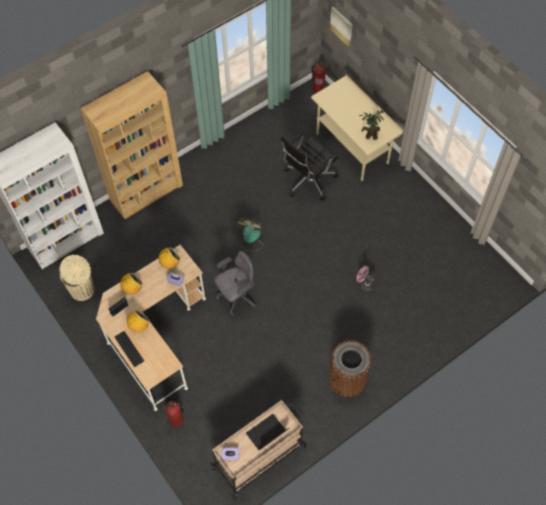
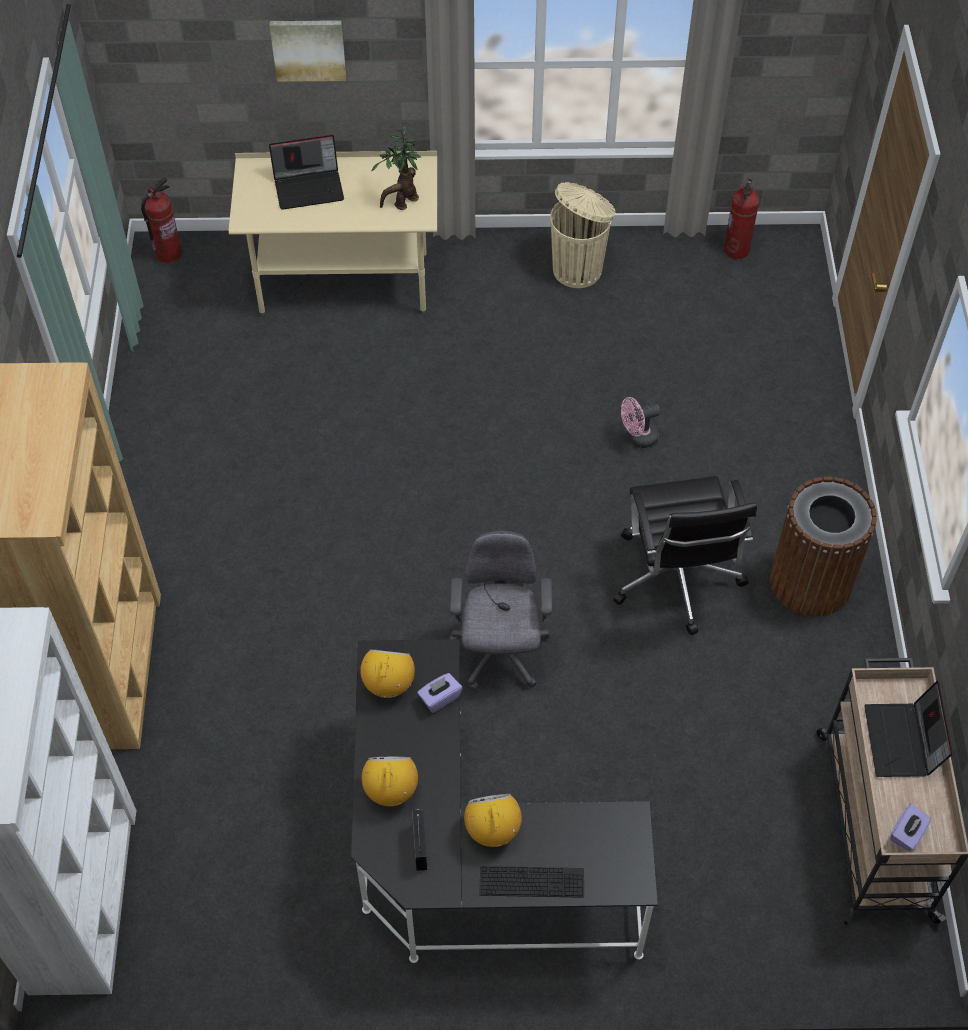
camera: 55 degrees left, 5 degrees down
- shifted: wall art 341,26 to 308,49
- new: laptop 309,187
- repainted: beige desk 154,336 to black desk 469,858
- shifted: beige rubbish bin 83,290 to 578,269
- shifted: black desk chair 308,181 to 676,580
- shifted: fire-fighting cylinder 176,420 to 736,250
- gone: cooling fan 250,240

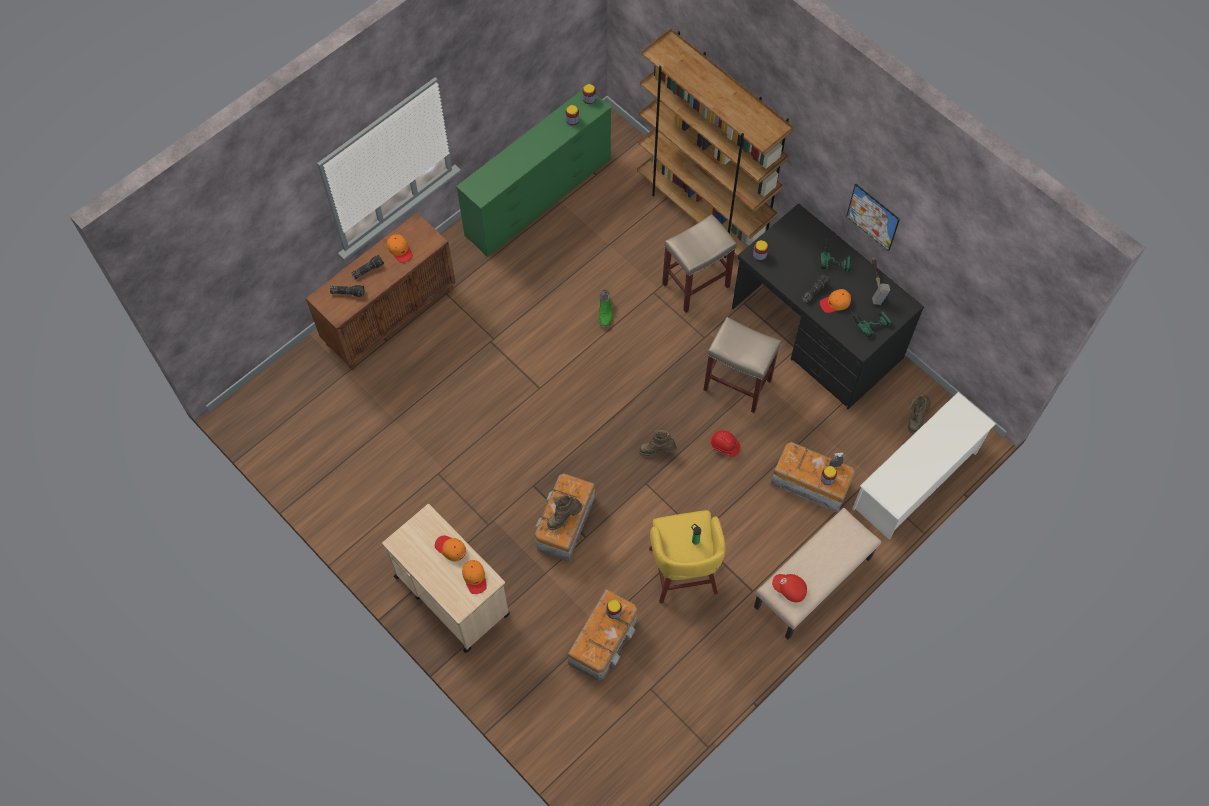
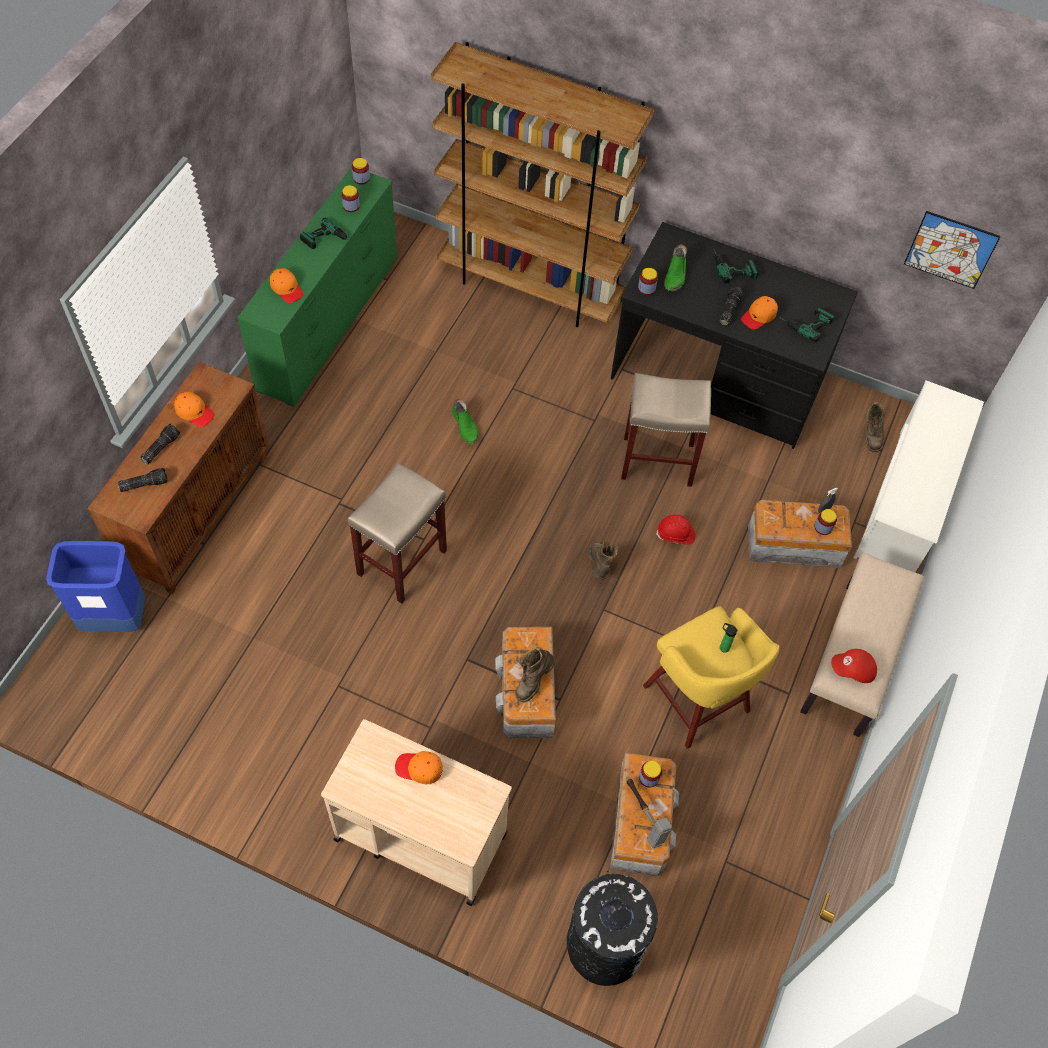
camera: 25 degrees left, 5 degrees down
- new: bluish rubbish bin 115,618
- shifted: orange-coloured baseball cap 475,577 to 287,288
- new: drill 327,241
- shifted: beige stool seat 696,284 to 402,561
- new: black rubbish bin 604,945
- rotated: brownish high-top boot 657,450 = 599,566 105 degrees clockwise
- shifted: hand hammer 876,285 to 644,815
- new: green high-top boot 675,275
- shifted: wall art 872,217 to 950,249

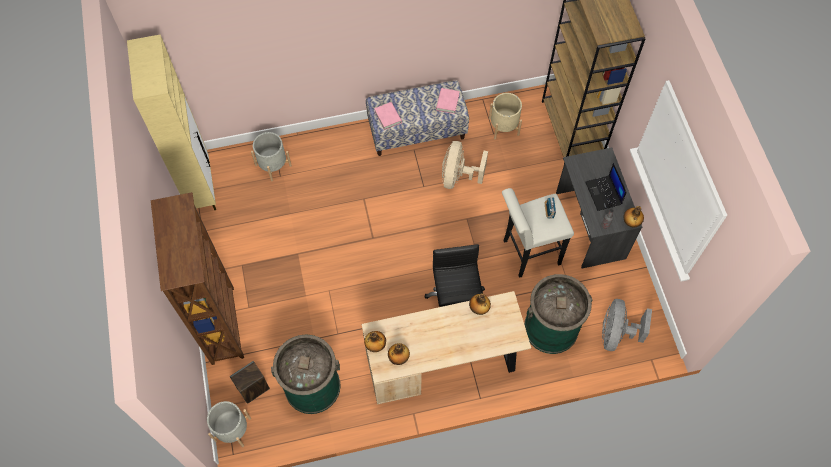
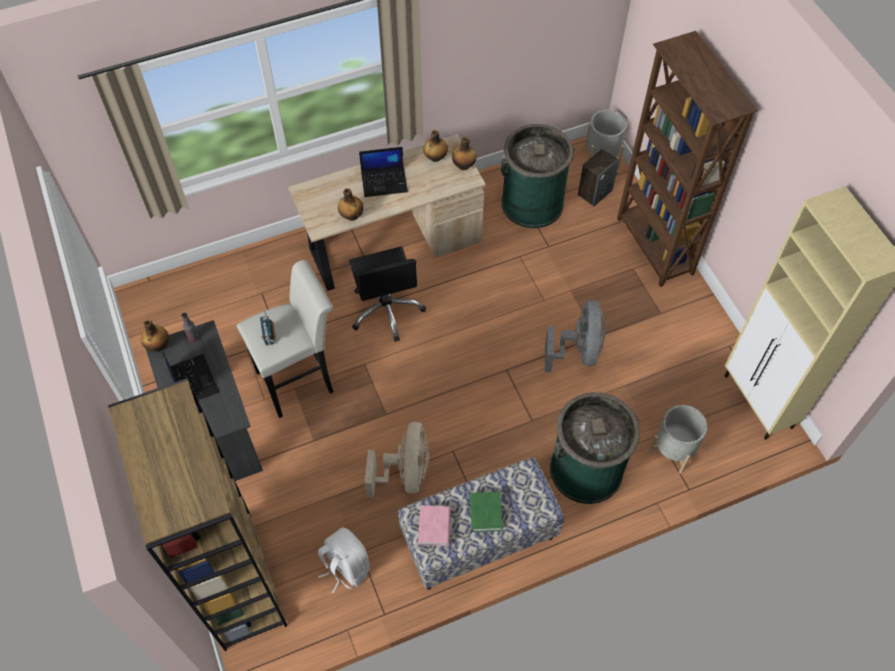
camera: 170 degrees right, 5 degrees down
- swapped: beige flower pot 504,126 to whitish knapsack 345,568
- new: laptop 385,181
- new: green volume 485,513
- shifted: grey cooling fan 616,333 to 578,351
- shifted: green rubbish bin 551,328 to 586,469
- gone: pink volume 388,117

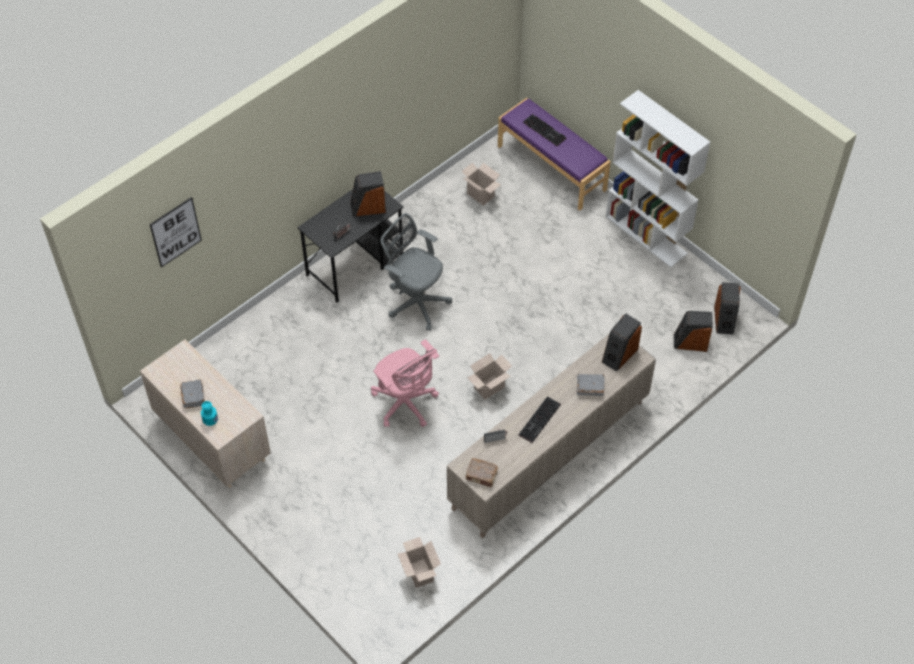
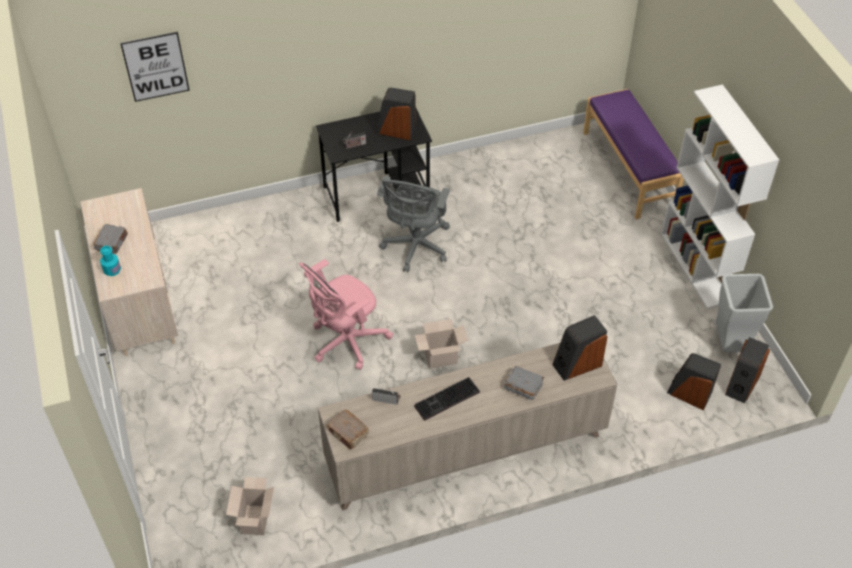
camera: 25 degrees right, 5 degrees down
- rotated: pink desk chair 406,404 = 346,342 60 degrees clockwise
- rotated: grey desk chair 415,301 = 415,247 135 degrees counterclockwise
- new: grey rubbish bin 730,344
- gone: packing box 481,195
- gone: PC keyboard 545,130

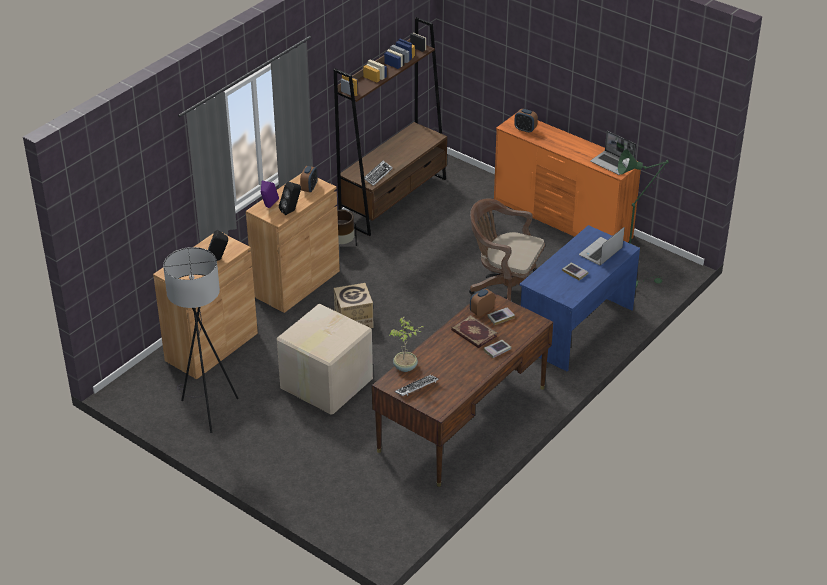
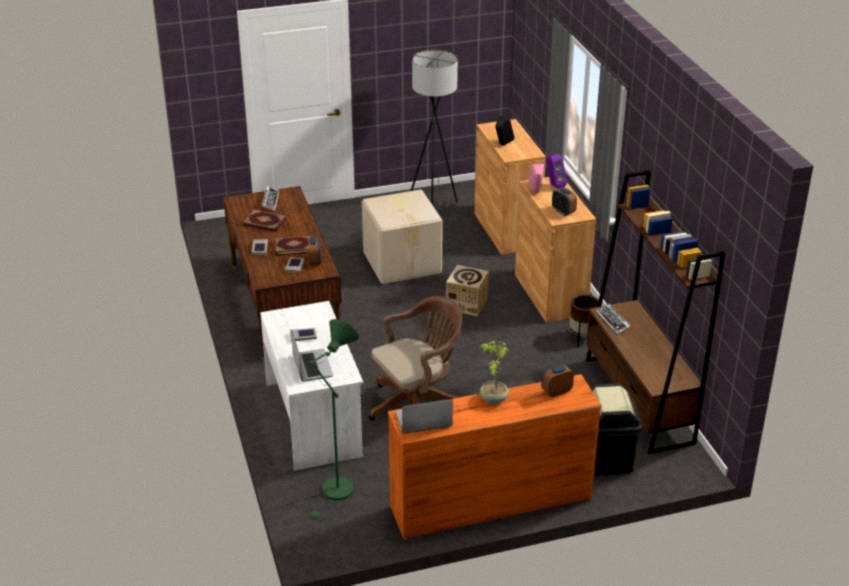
camera: 125 degrees right, 5 degrees down
- new: volume 264,223
- repainted: bluish desk 575,327 to whitish desk 314,419
- shifted: houseplant 405,367 to 493,399
- repainted: black speaker 291,211 to pink speaker 536,193
- new: black rubbish bin 607,459

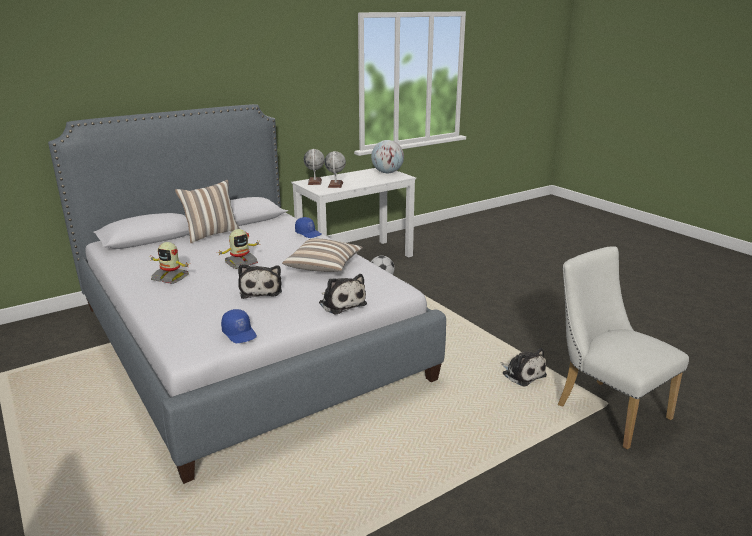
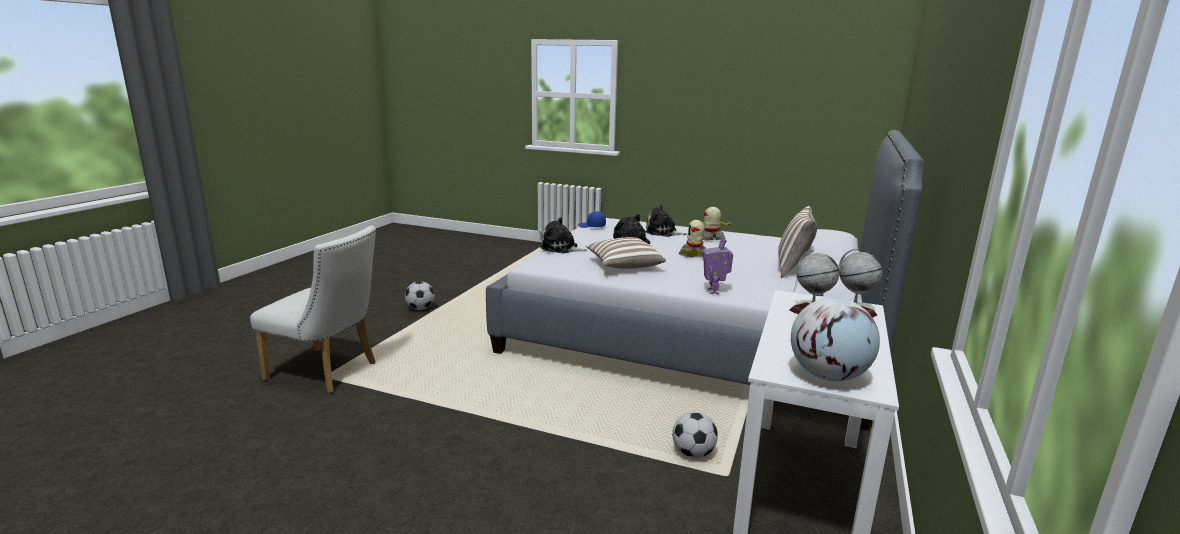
camera: 145 degrees right, 5 degrees down
- new: football 420,308
- shifted: soft toy 522,374 to 663,232
- swapped: bluish baseball cap 308,233 to robot figure 714,291

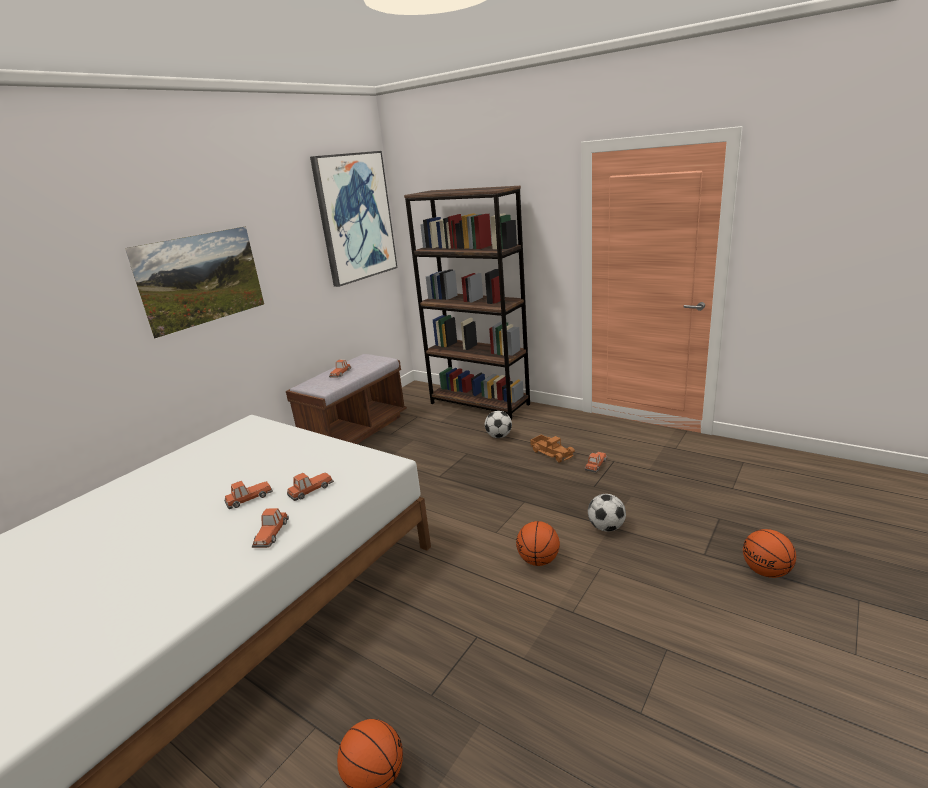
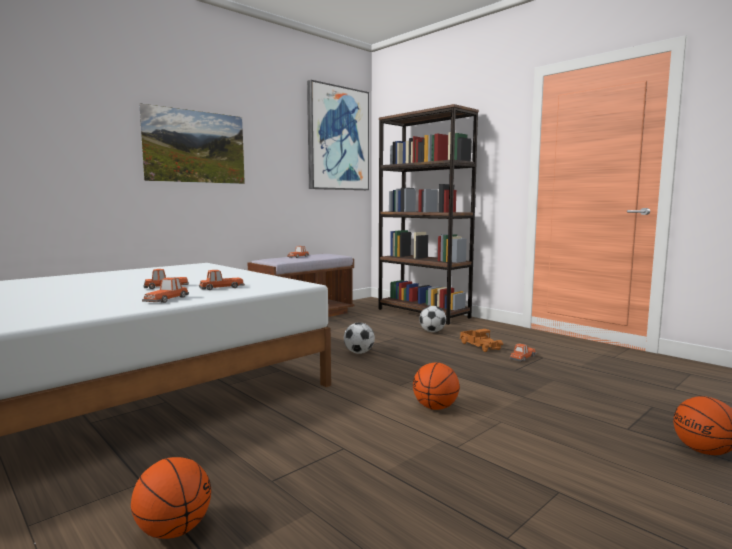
camera: 10 degrees right, 15 degrees down
- shifted: football 606,527 to 359,353

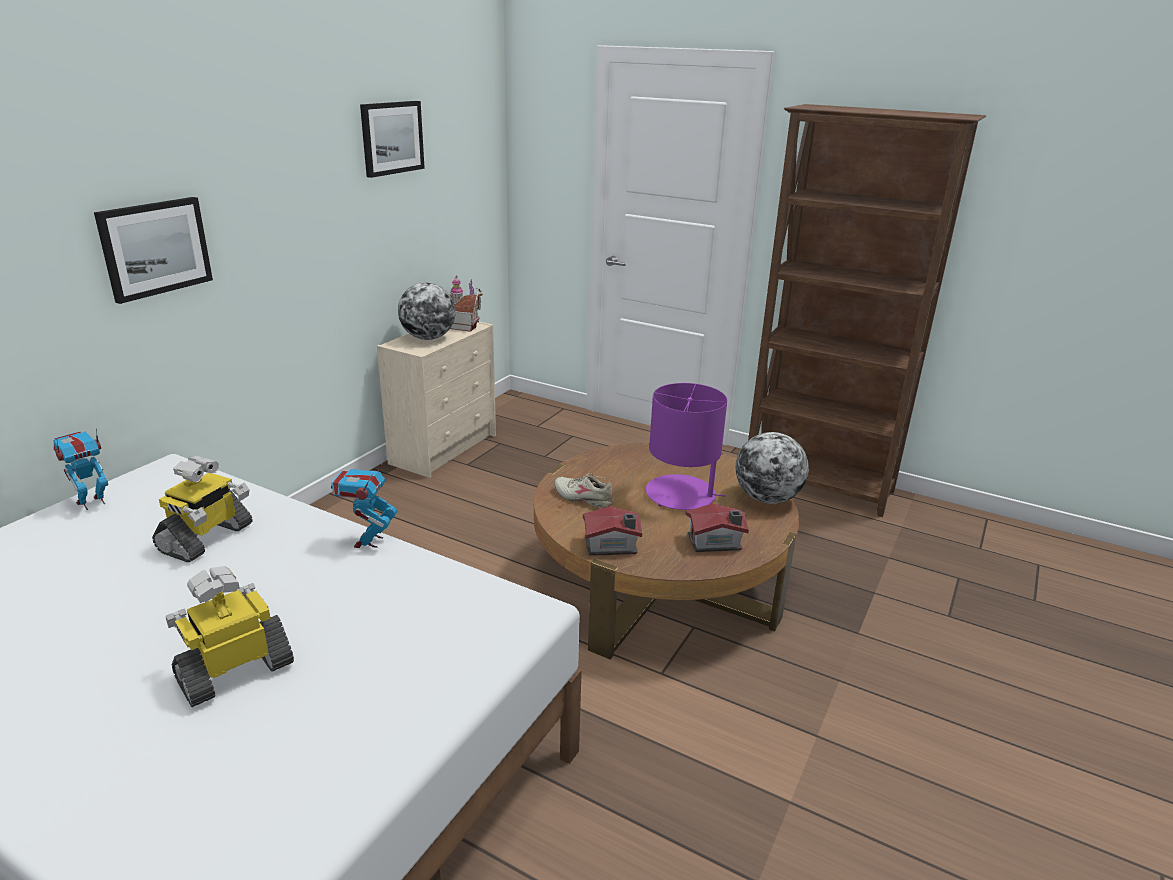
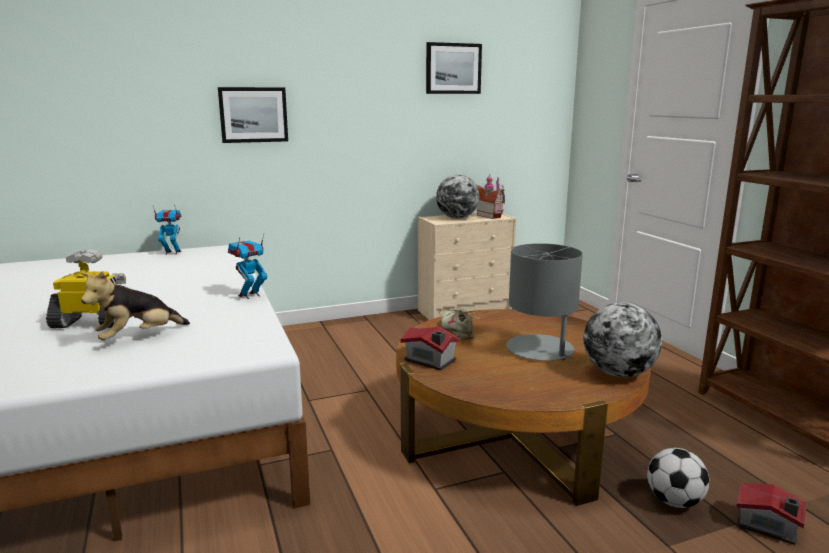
camera: 40 degrees right, 10 degrees down
- new: soft toy 138,337
- repainted: purple table lamp 681,494 to grey table lamp 540,350
- new: football 674,501
- shifted: miniature house 716,543 to 768,527
- gone: robot figure 207,539

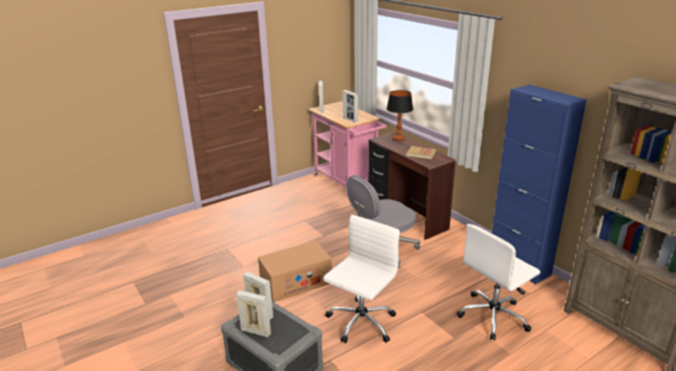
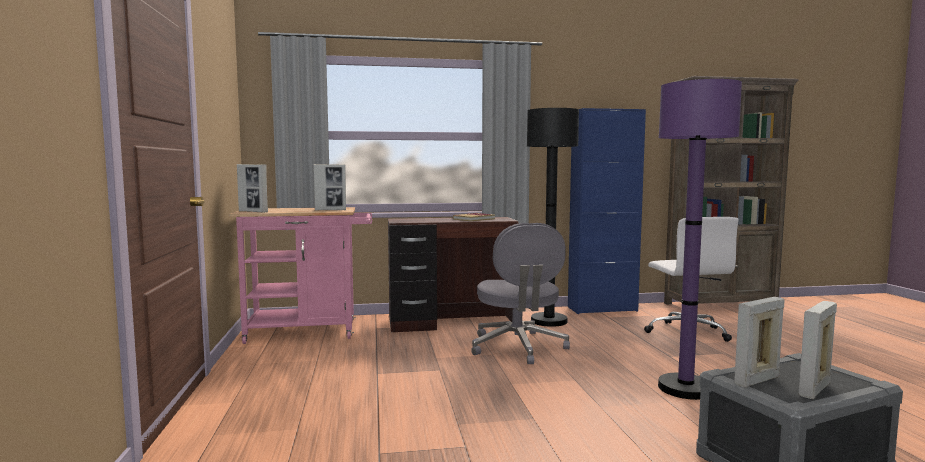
camera: 65 degrees left, 20 degrees down
- new: black standard lamp 549,321
- swapped: whitish desk chair 360,323 to purple standard lamp 685,388
- gone: packing box 296,282
- gone: table lamp 398,139

